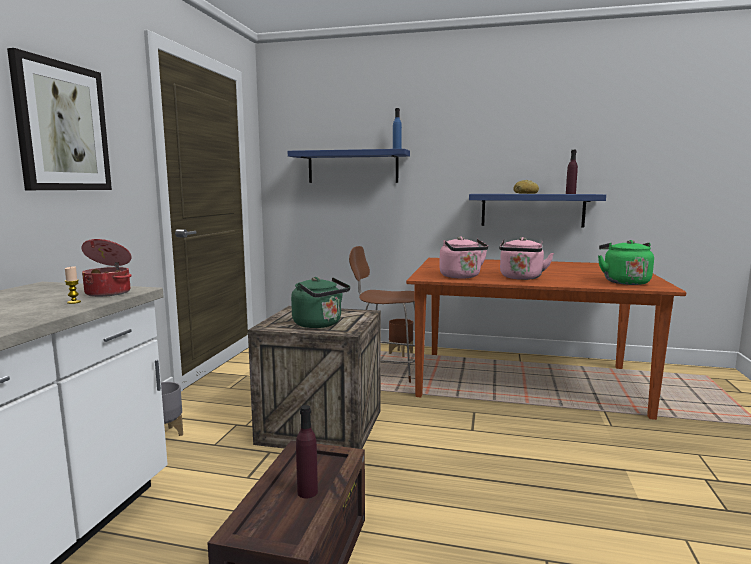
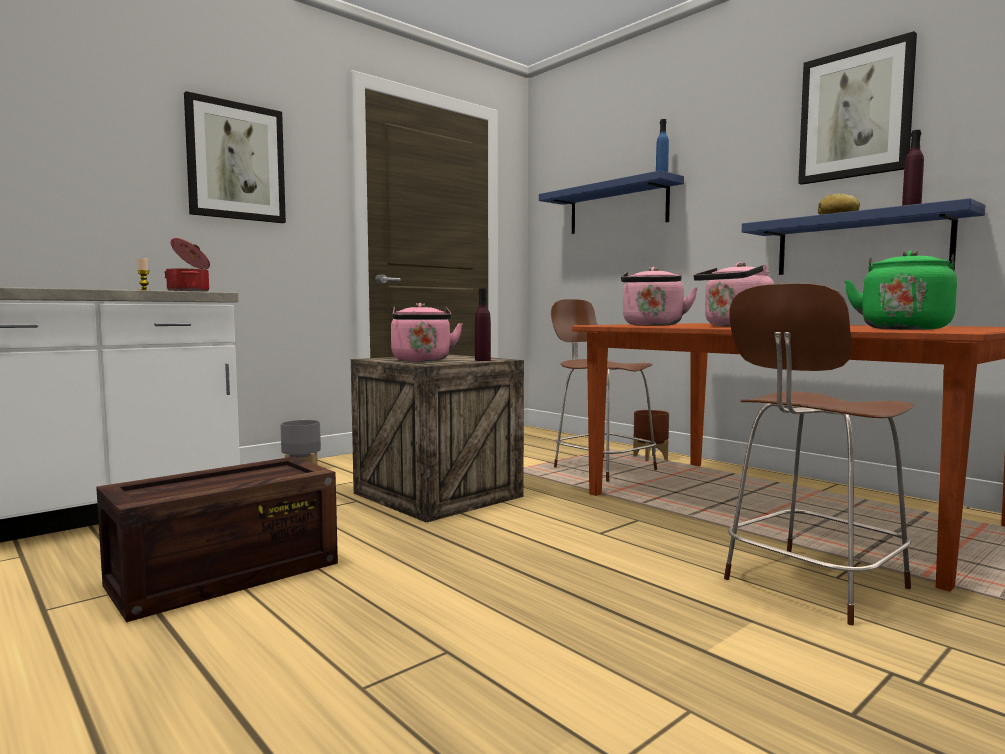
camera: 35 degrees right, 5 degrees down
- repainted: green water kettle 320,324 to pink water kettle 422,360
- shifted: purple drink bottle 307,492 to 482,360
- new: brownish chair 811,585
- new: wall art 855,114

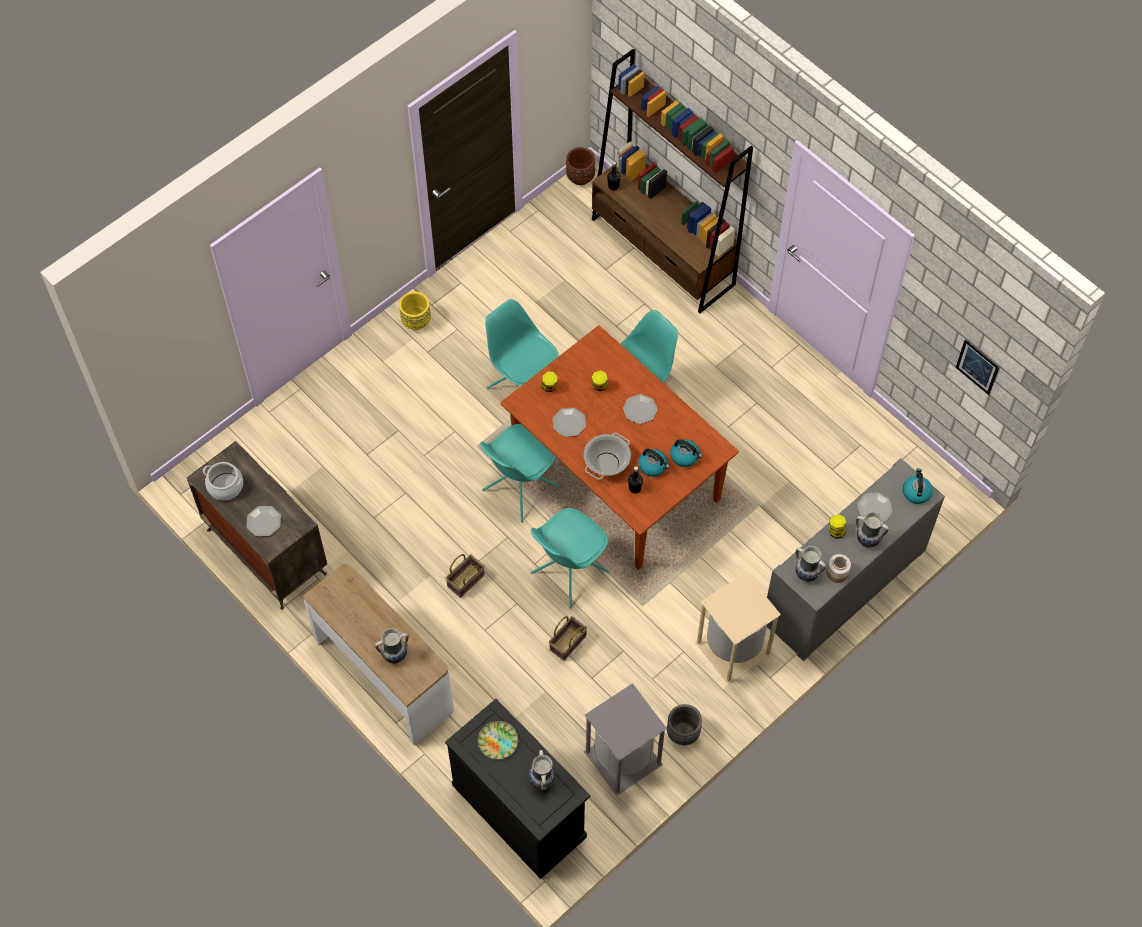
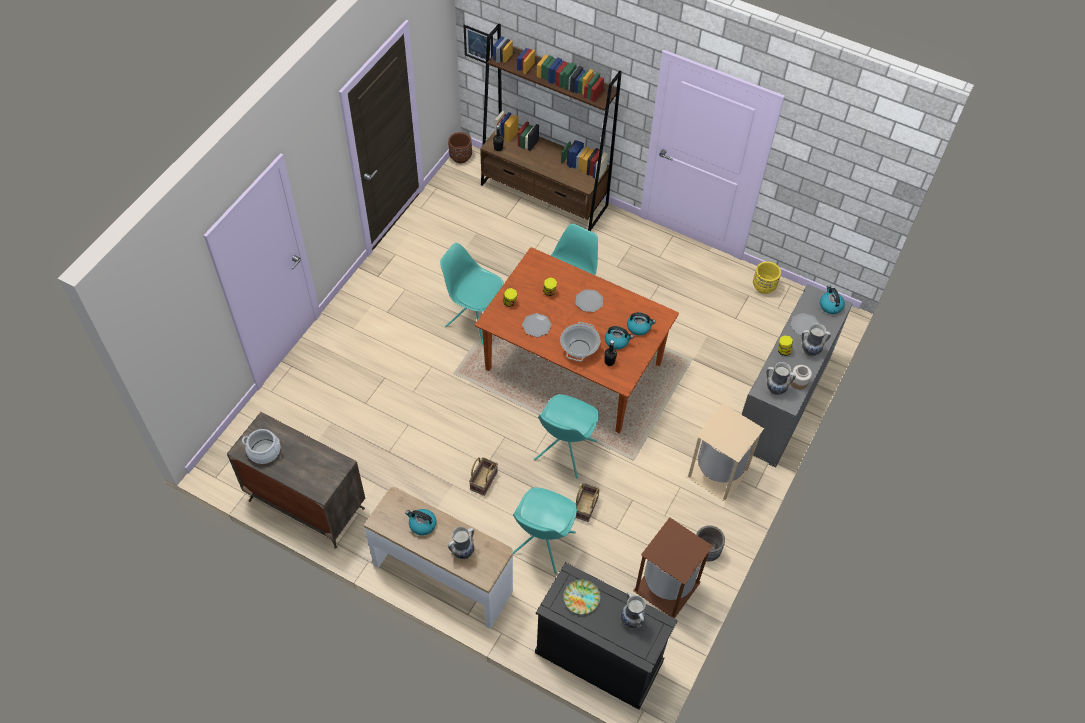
camera: 20 degrees left, 5 degrees down
- new: water kettle 422,524
- shifted: wall art 977,366 to 478,45
- shifted: blue-green chair 519,489 to 542,545
- repainted: grey rubbish bin 623,756 to brownish rubbish bin 666,585
- shifted: yellow-coloured flower pot 416,321 to 764,287
- gone: flat dish 264,521

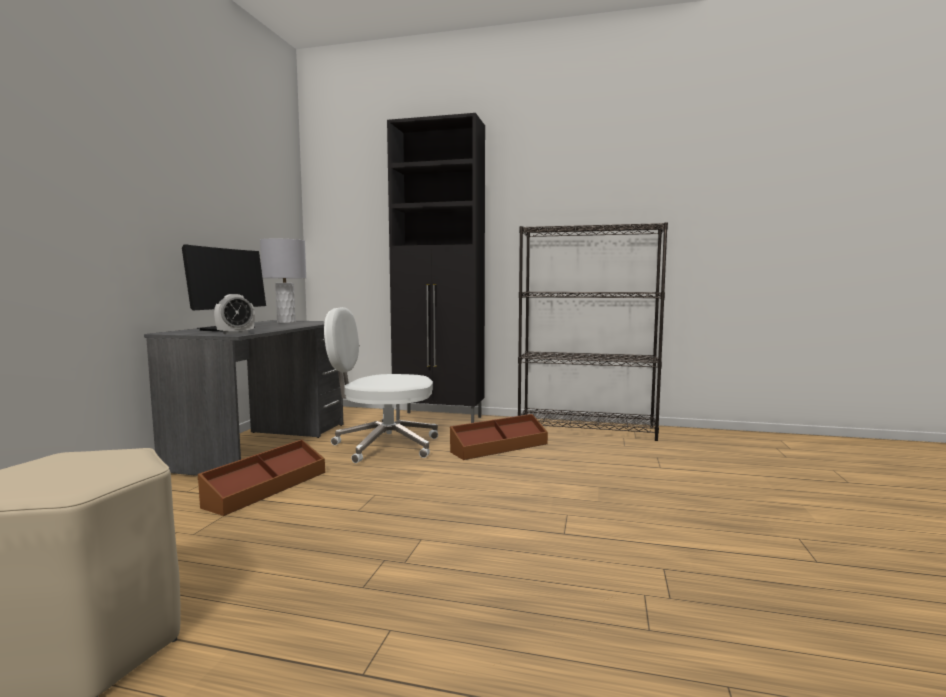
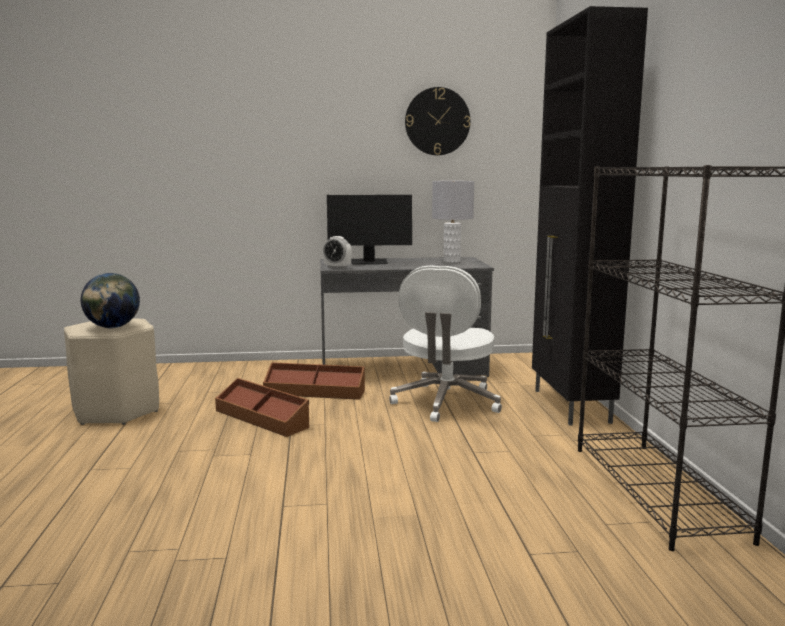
camera: 70 degrees right, 5 degrees up
- new: desk globe 112,327
- shifted: brownish storage container 499,447 to 262,418
- rotated: whitish desk chair 384,446 = 446,403 150 degrees counterclockwise
- new: clock on the wall 437,121

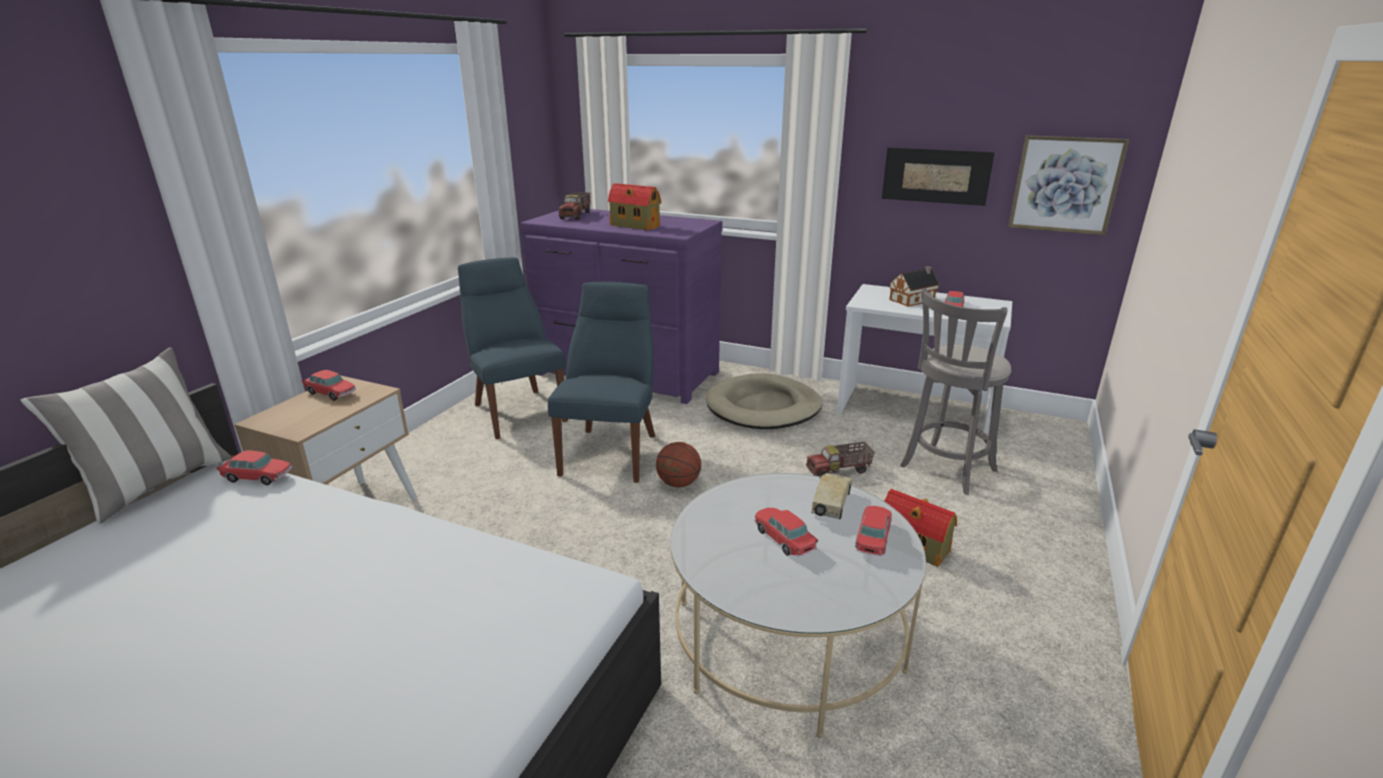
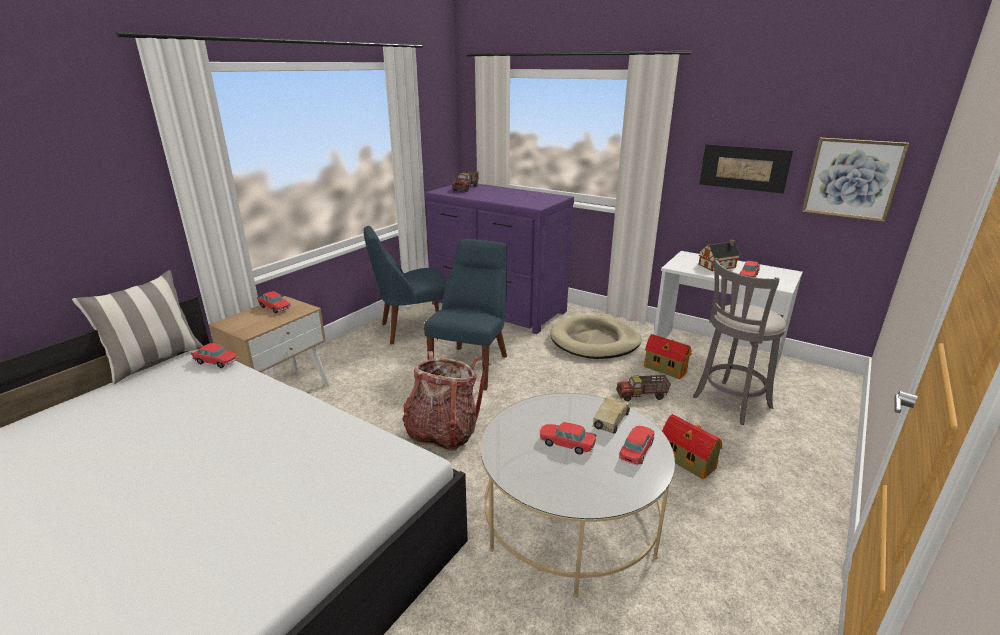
camera: 10 degrees right, 0 degrees up
- rotated: bluish chair 517,411 = 412,329 90 degrees counterclockwise
- new: knapsack 443,432
- rotated: model car 783,539 = 566,444 45 degrees counterclockwise
- shifted: miniature house 634,225 to 664,369
- gone: basketball ball 678,483

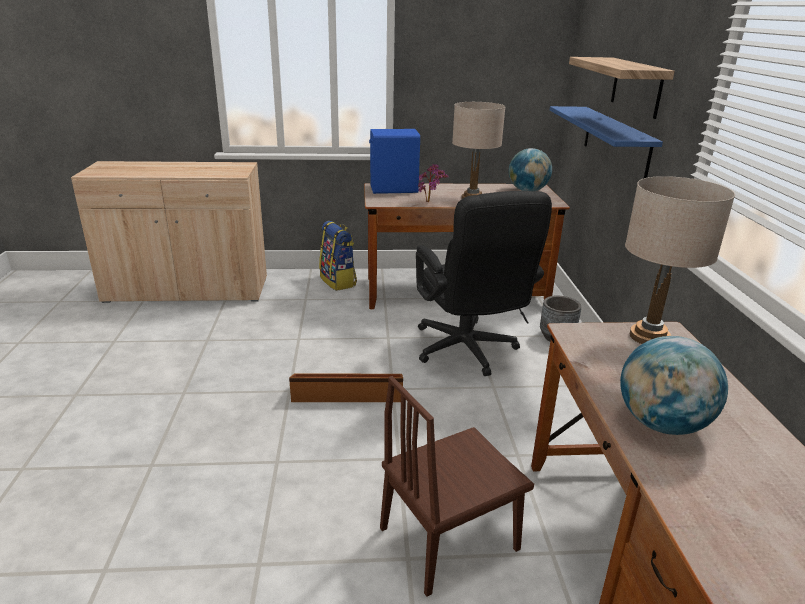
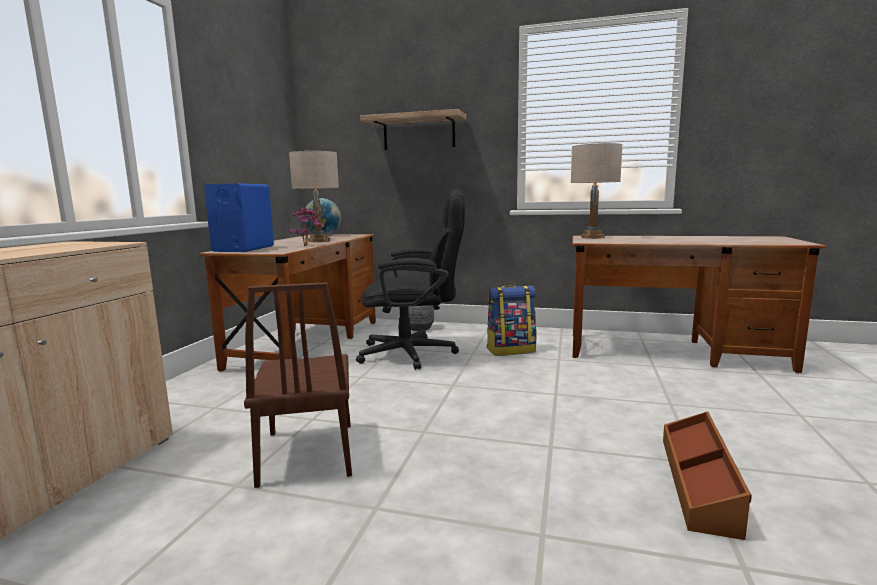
camera: 70 degrees left, 15 degrees down
- shifted: brownish chair 449,538 to 307,452
- shifted: knapsack 338,281 to 511,350
- shifted: brownish storage container 347,394 to 699,482
- gone: bluish shelf 615,142
- gone: desk globe 661,424

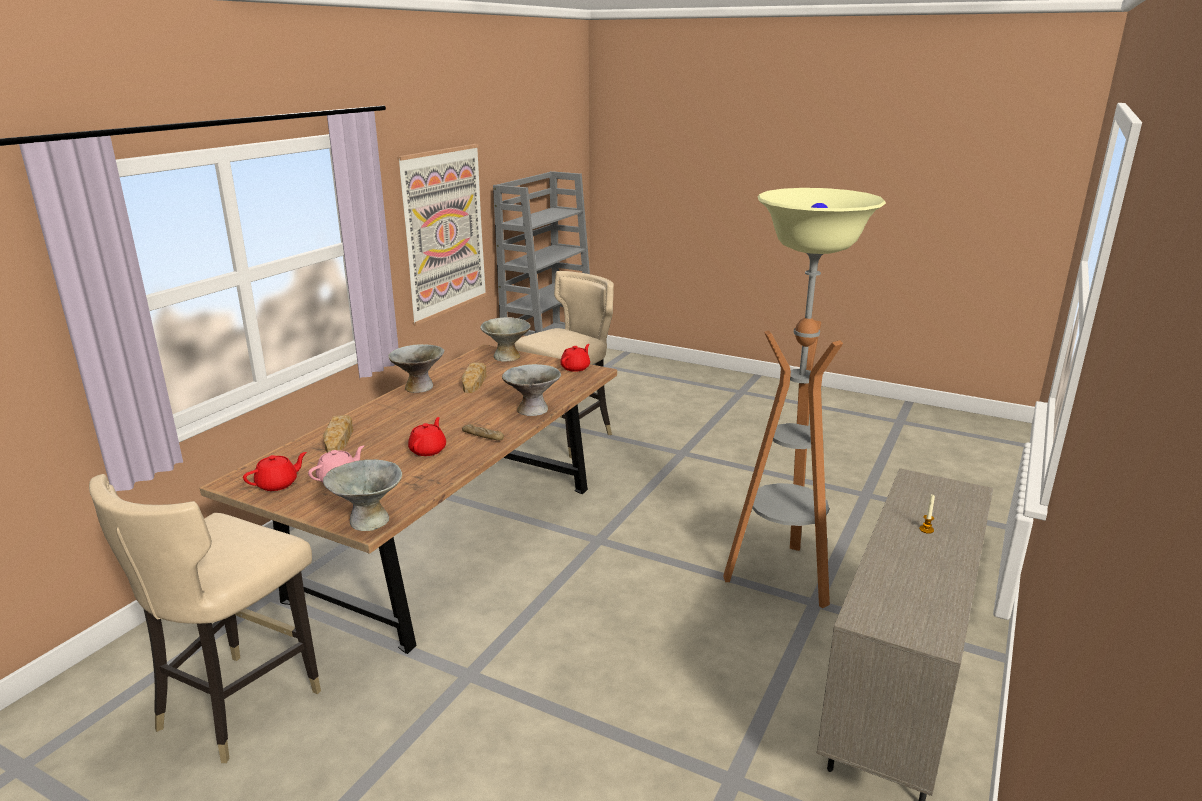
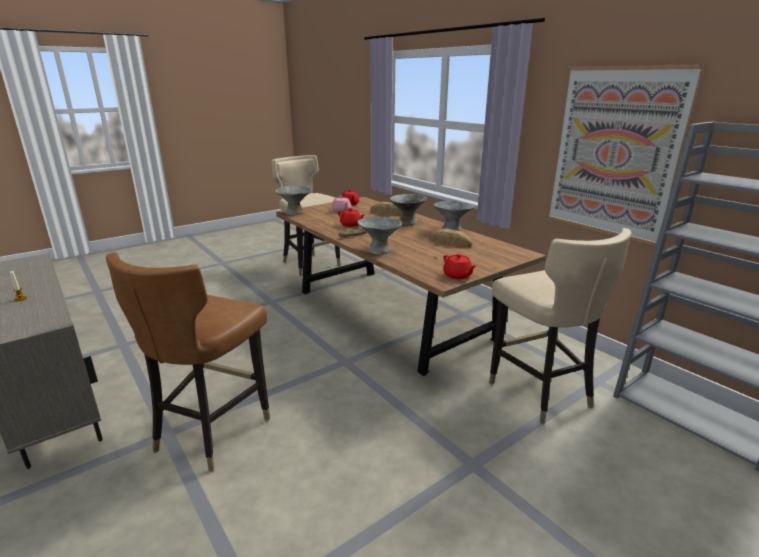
camera: 115 degrees right, 0 degrees up
- swapped: standard lamp 781,576 to brownish chair 212,431
- shifted: grey deep dish 507,357 to 407,222

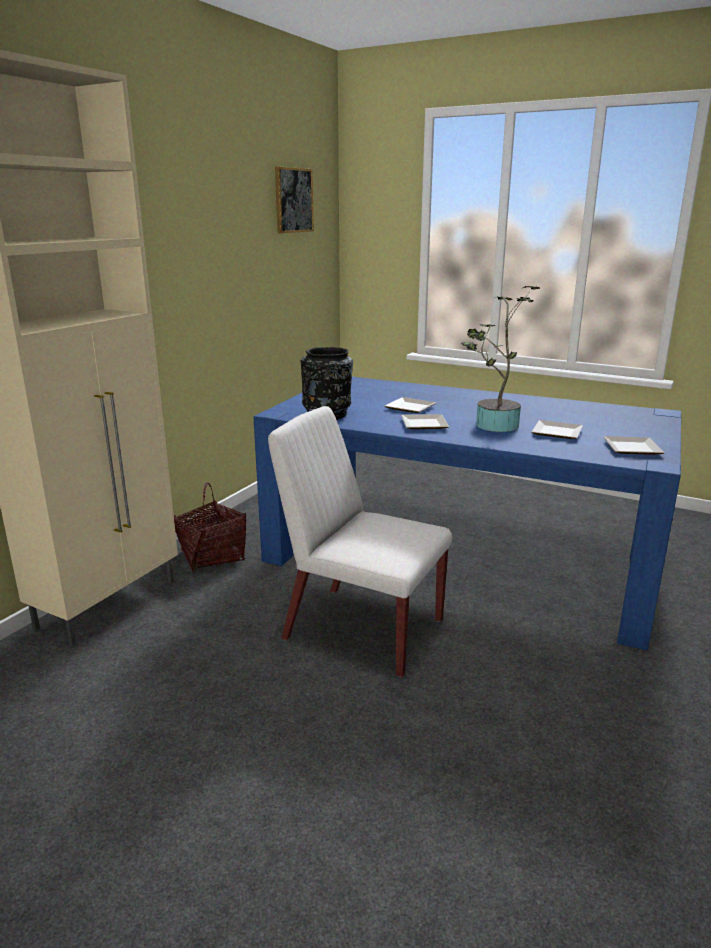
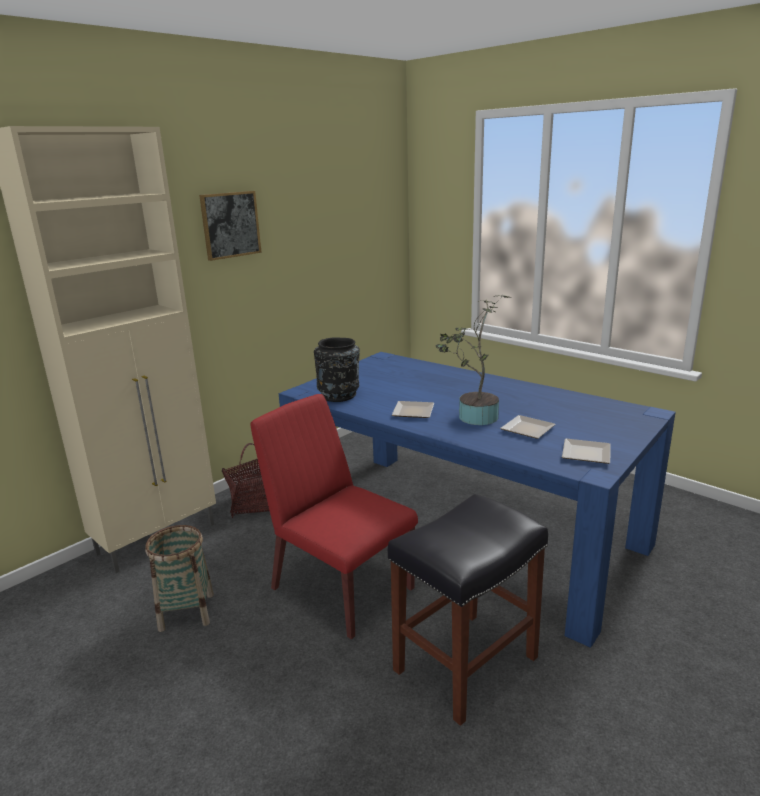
camera: 15 degrees right, 0 degrees up
- new: basket 186,611
- shifted: wall art 293,200 to 230,225
- repainted: whitish chair 361,629 to reddish chair 341,588
- new: black stool seat 465,665
- gone: flat dish 412,407

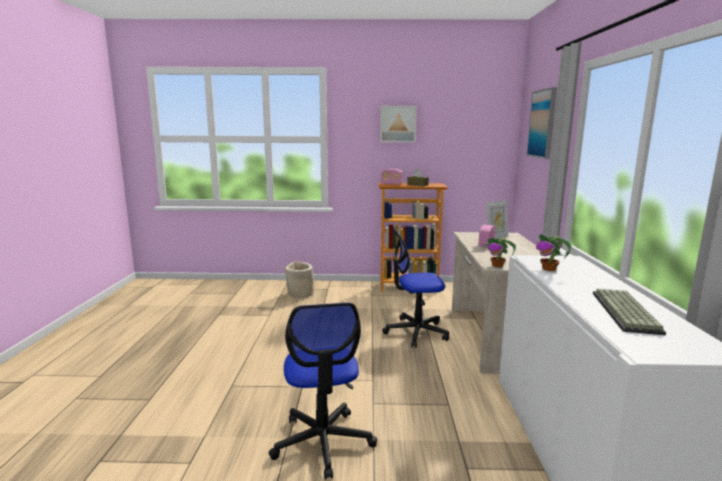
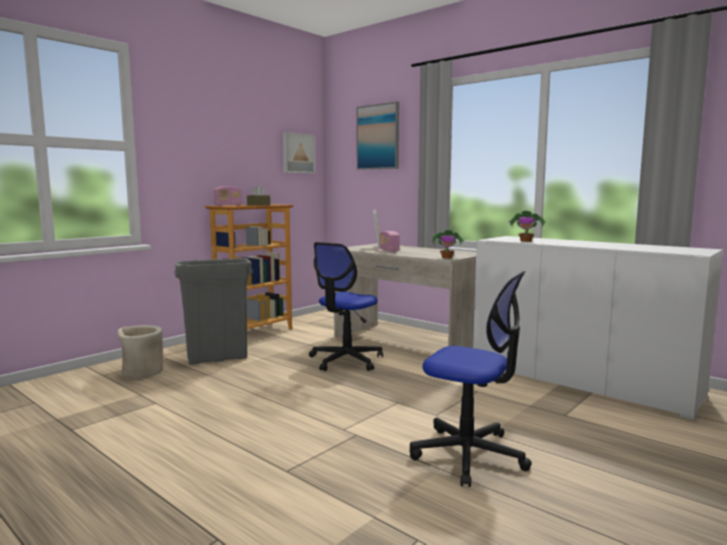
camera: 50 degrees left, 5 degrees down
- new: grey rubbish bin 217,358
- shifted: wall art 398,124 to 297,153
- gone: PC keyboard 627,312

